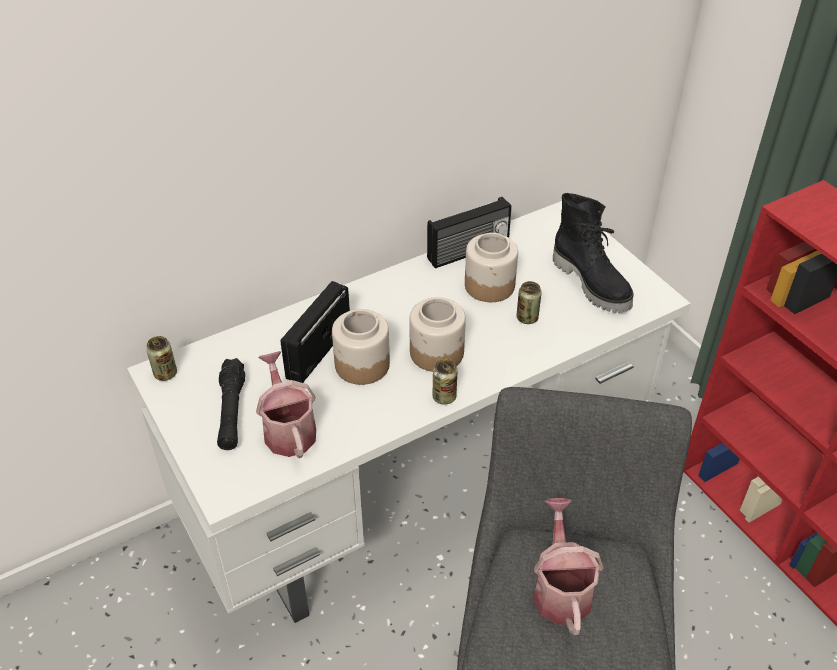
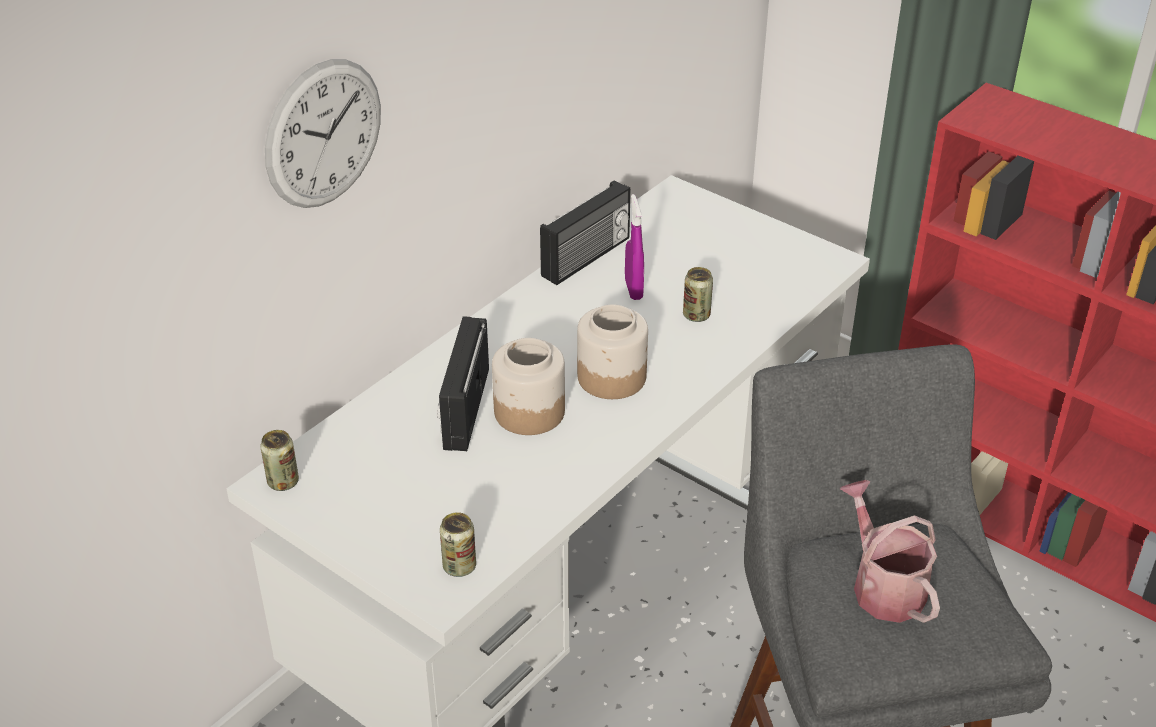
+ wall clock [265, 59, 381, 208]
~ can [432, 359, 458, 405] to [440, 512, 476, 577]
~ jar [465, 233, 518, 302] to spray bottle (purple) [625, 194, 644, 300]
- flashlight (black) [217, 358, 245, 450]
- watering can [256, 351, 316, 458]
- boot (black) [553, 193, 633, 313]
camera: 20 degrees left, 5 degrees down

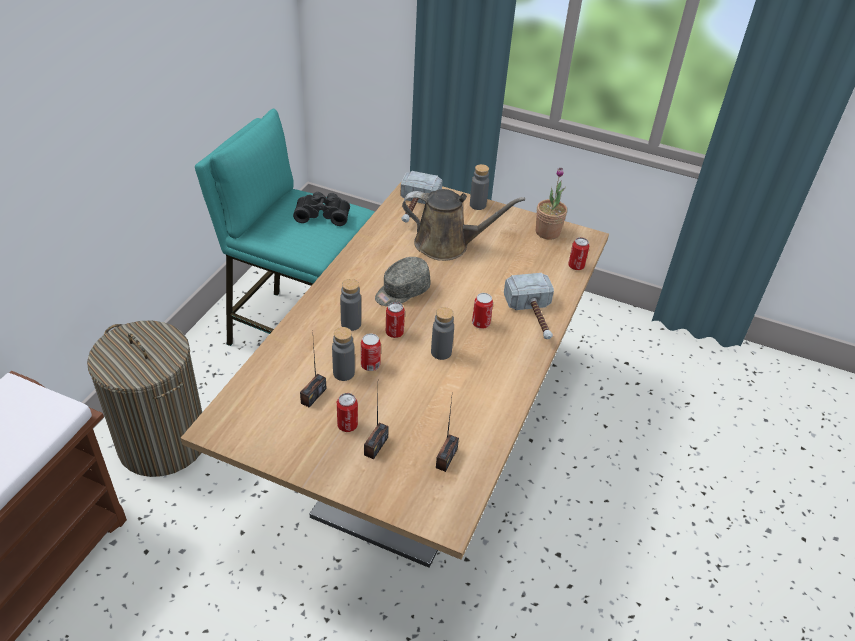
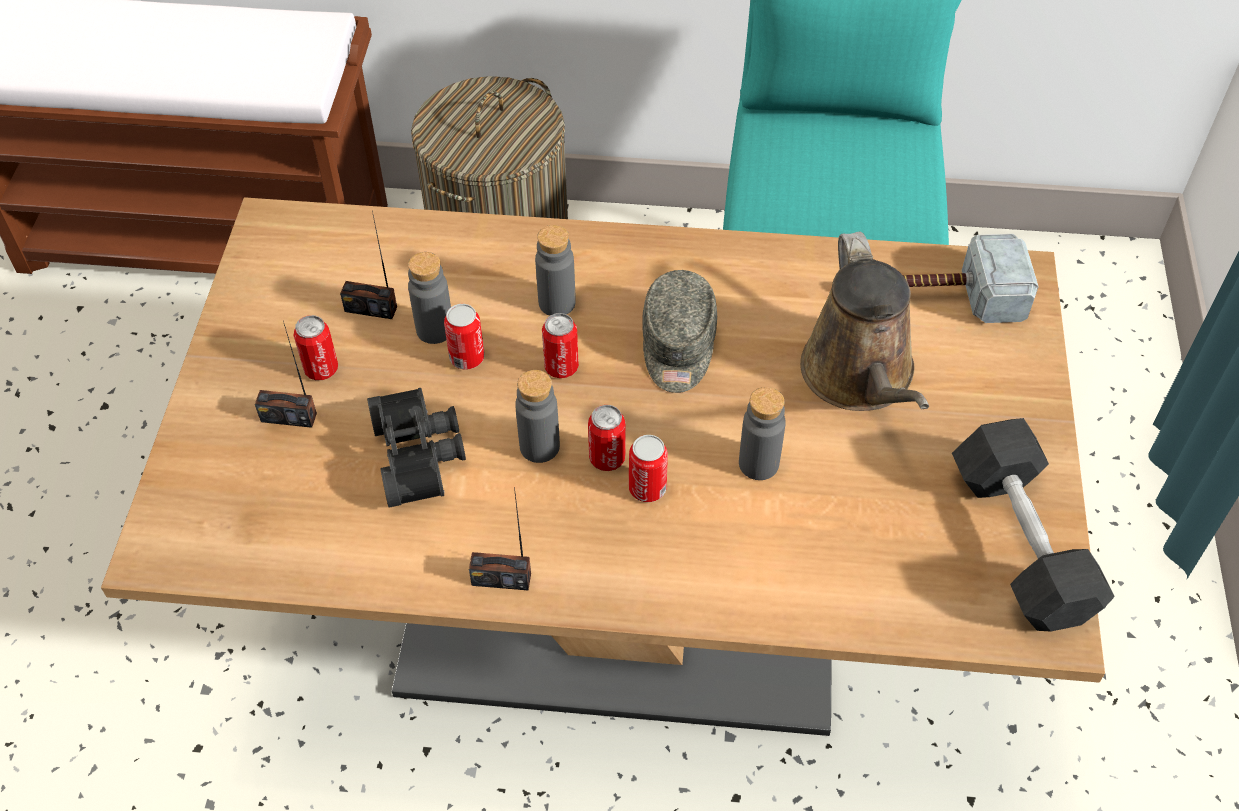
~ binoculars (black) [293, 192, 350, 226] to [367, 388, 466, 508]
~ radio [436, 398, 459, 472] to [469, 487, 531, 591]
~ can [568, 237, 589, 270] to [588, 405, 625, 471]
~ cap (grey) [375, 257, 430, 306] = [642, 270, 717, 393] 120 degrees counterclockwise
~ bottle (grey) [470, 164, 489, 210] to [739, 387, 786, 480]
~ potted plant [536, 168, 567, 240] to dumbbell (grey) [952, 418, 1115, 632]
- hammer [504, 273, 554, 339]
camera: 75 degrees right, 10 degrees up

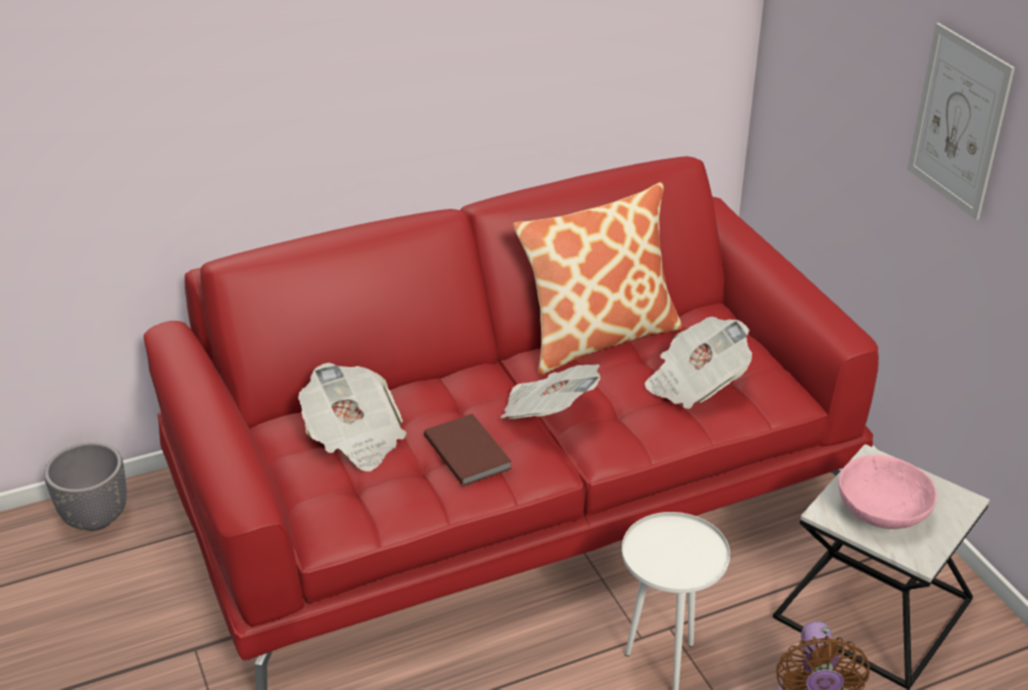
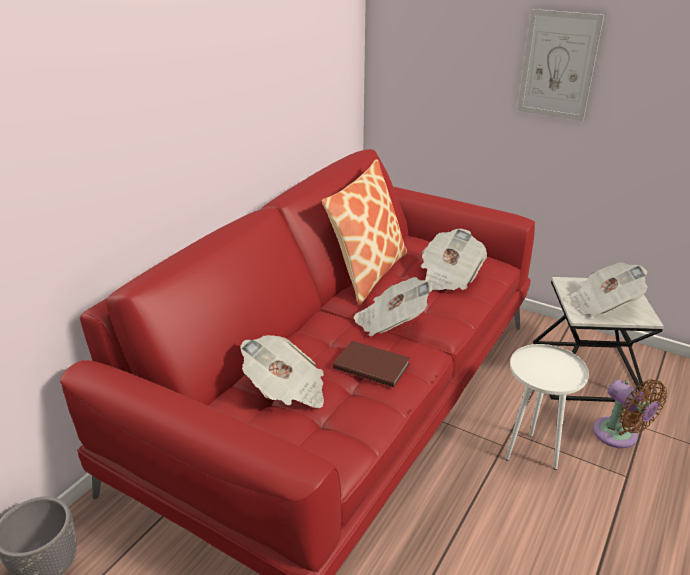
~ bowl (pink) [839, 455, 937, 529] to newspaper [566, 262, 648, 317]
camera: 35 degrees left, 5 degrees down

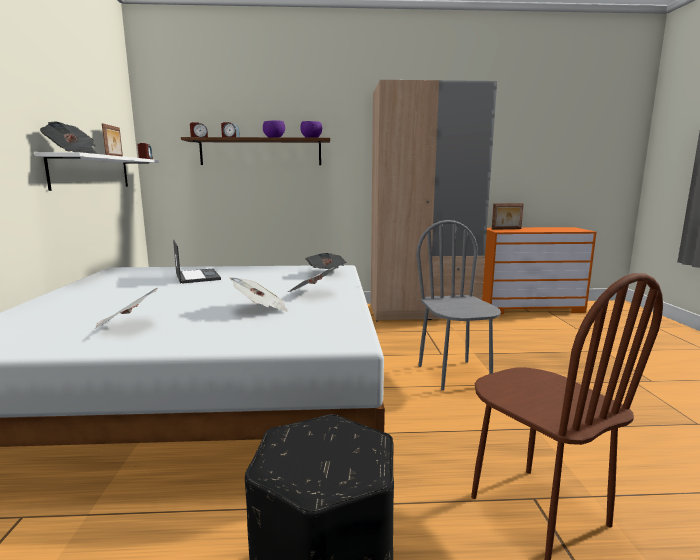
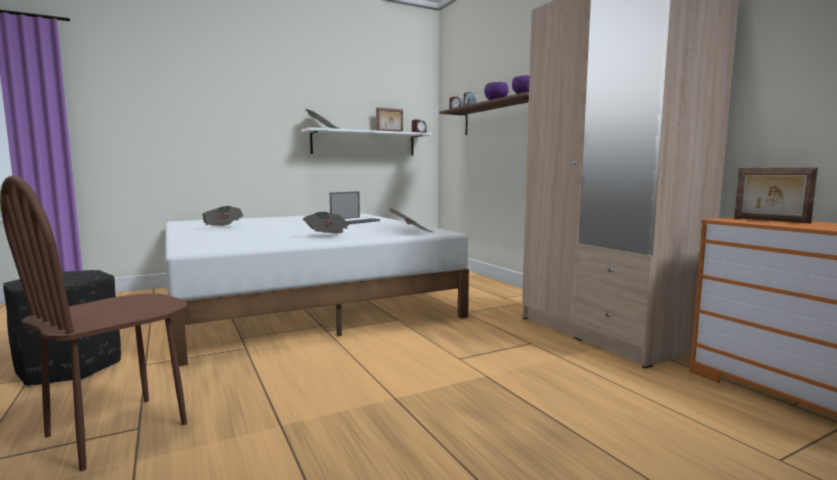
- newspaper [229, 277, 288, 311]
- chair (grey) [416, 220, 501, 391]
camera: 65 degrees right, 5 degrees down

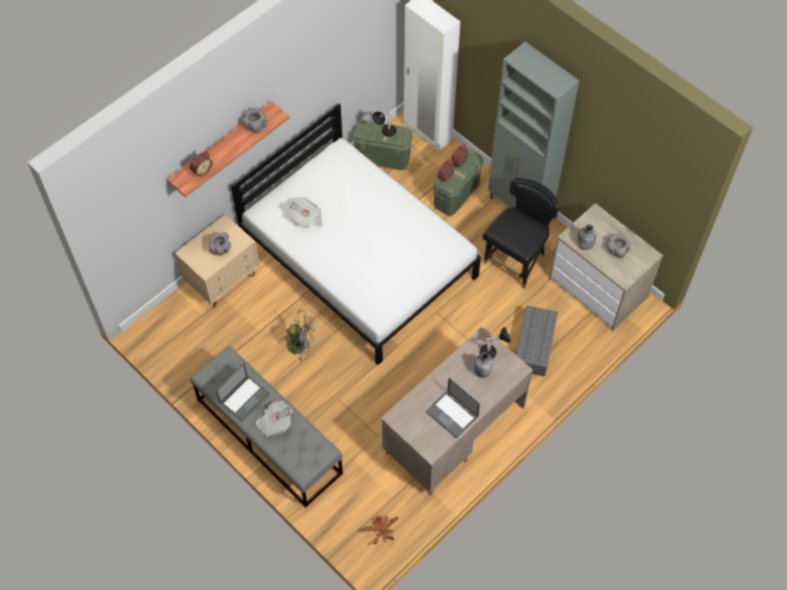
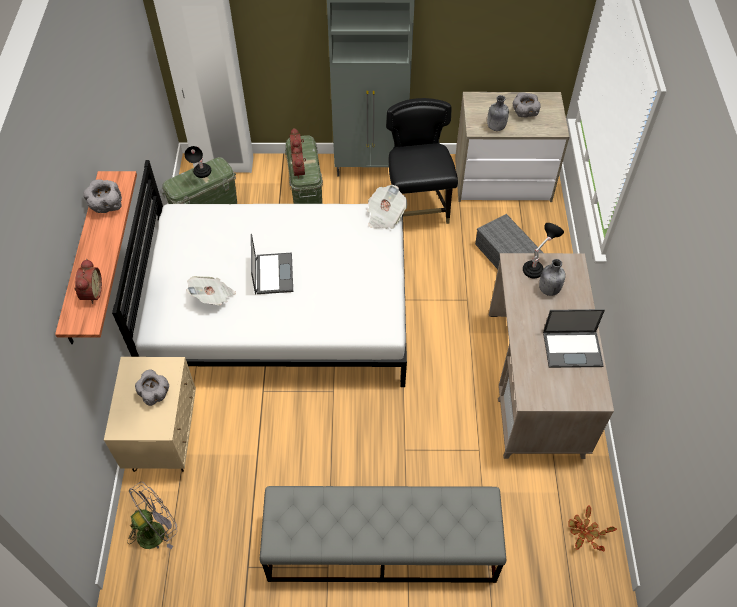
~ fan (grey) [282, 310, 315, 361] to [127, 482, 177, 549]
~ laptop [216, 363, 270, 421] to [251, 234, 293, 295]
~ newspaper [256, 401, 293, 438] to [367, 185, 407, 229]
camera: 45 degrees left, 5 degrees down

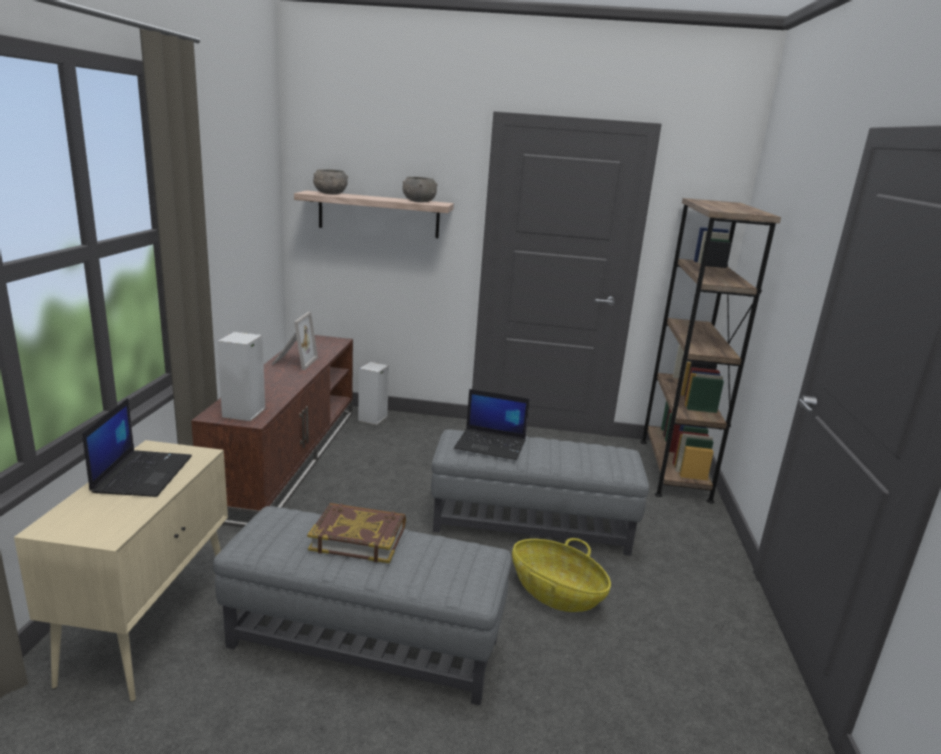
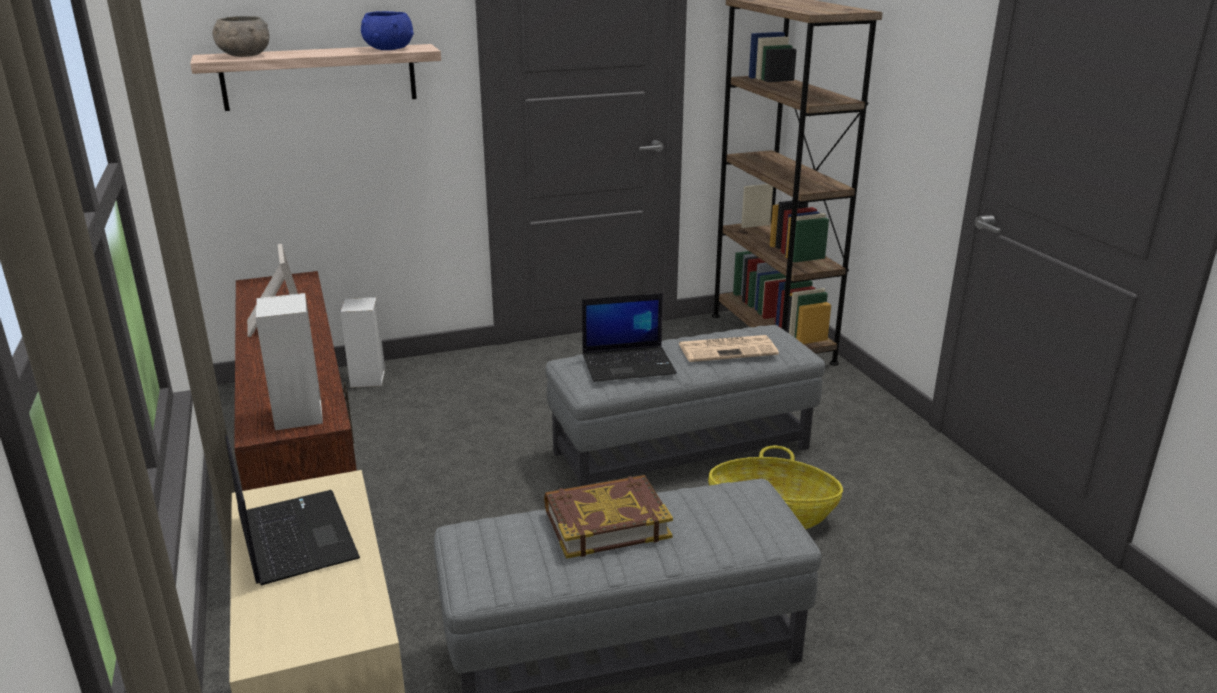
~ bowl (grey) [402, 177, 437, 202] to bowl (blue) [361, 11, 414, 50]
+ newspaper [678, 335, 779, 362]
camera: 25 degrees left, 5 degrees up

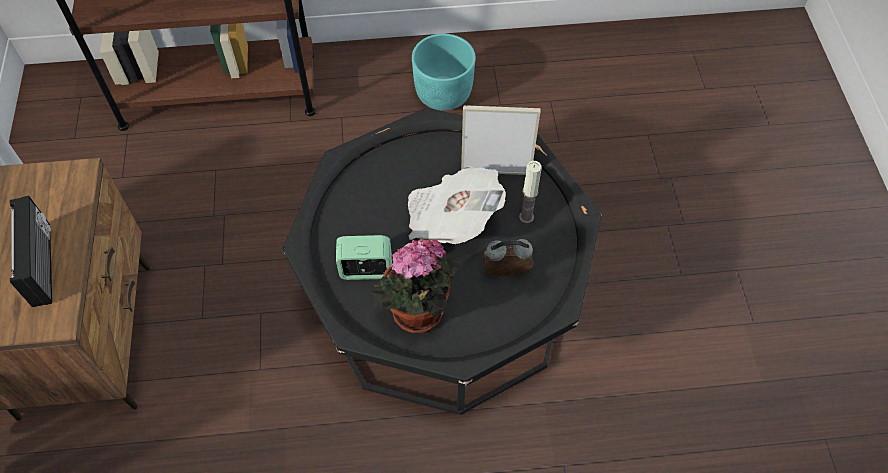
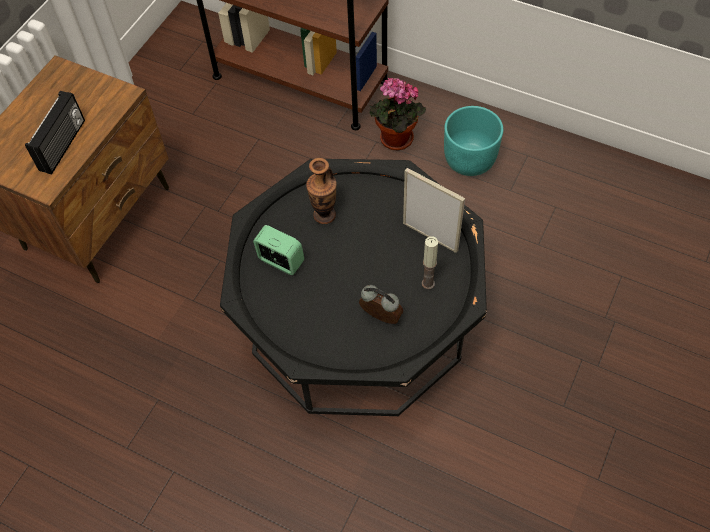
+ vase [306, 158, 337, 224]
~ potted plant [371, 237, 459, 333] to [369, 78, 426, 150]
- newspaper [408, 166, 506, 244]
camera: 35 degrees right, 0 degrees up

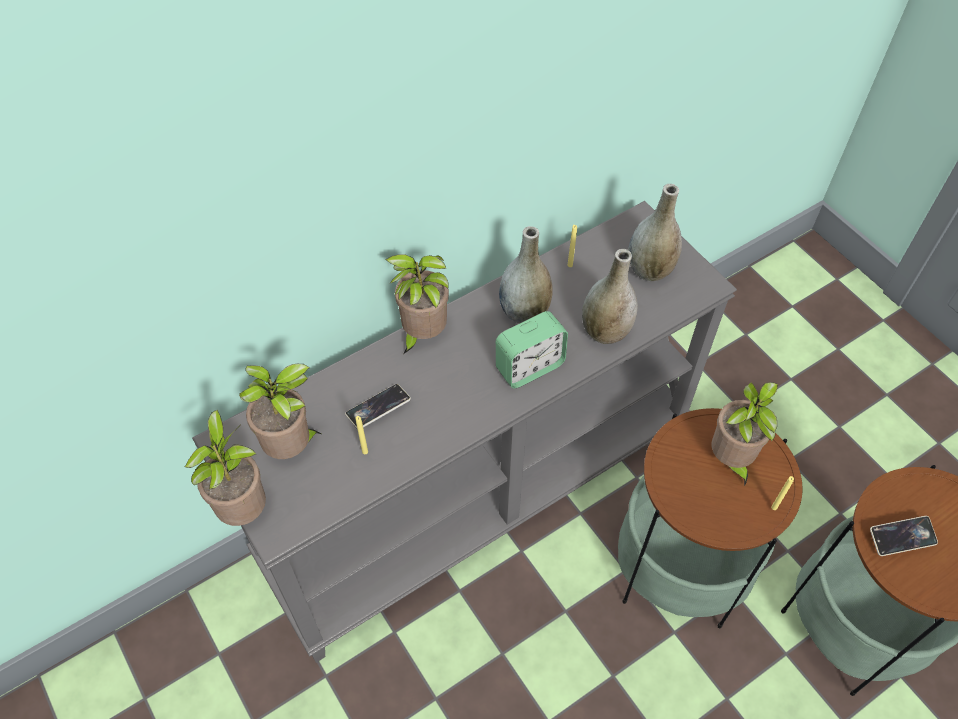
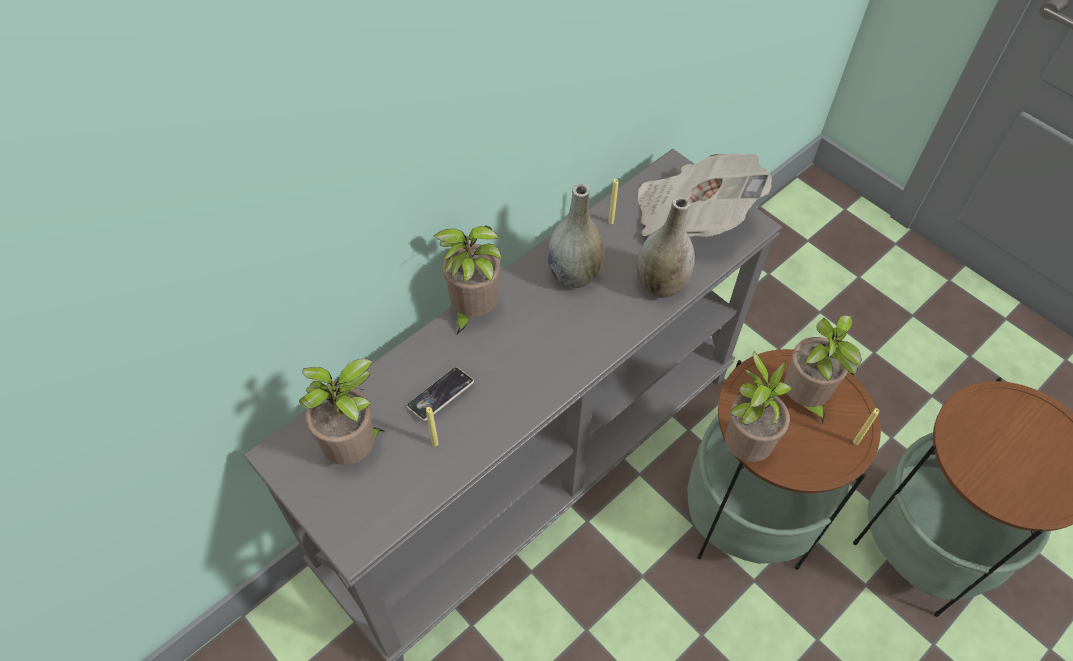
~ vase (grey) [628, 184, 682, 281] to newspaper [638, 153, 772, 237]
~ potted plant [184, 410, 266, 526] to [725, 351, 793, 462]
- alarm clock [496, 311, 568, 388]
- phone [870, 516, 938, 556]
camera: 10 degrees left, 0 degrees up

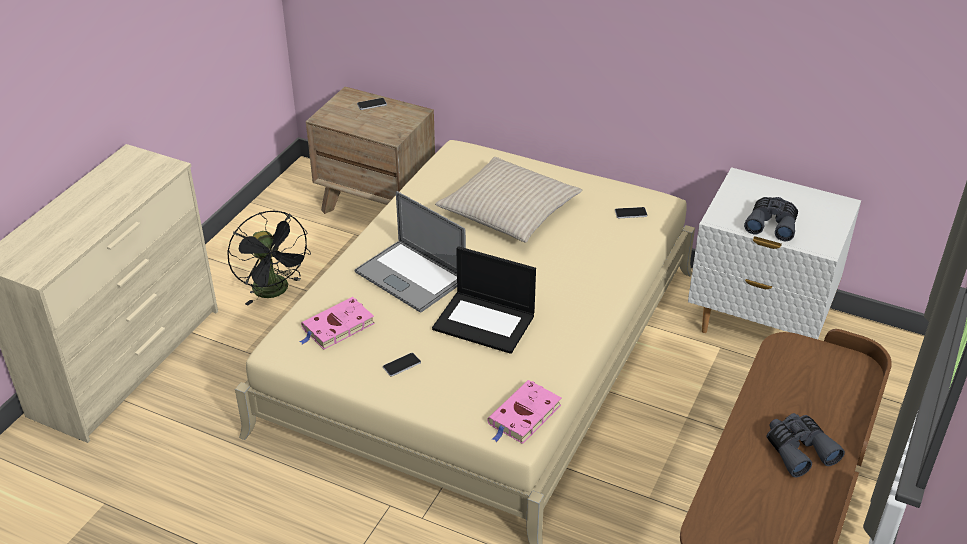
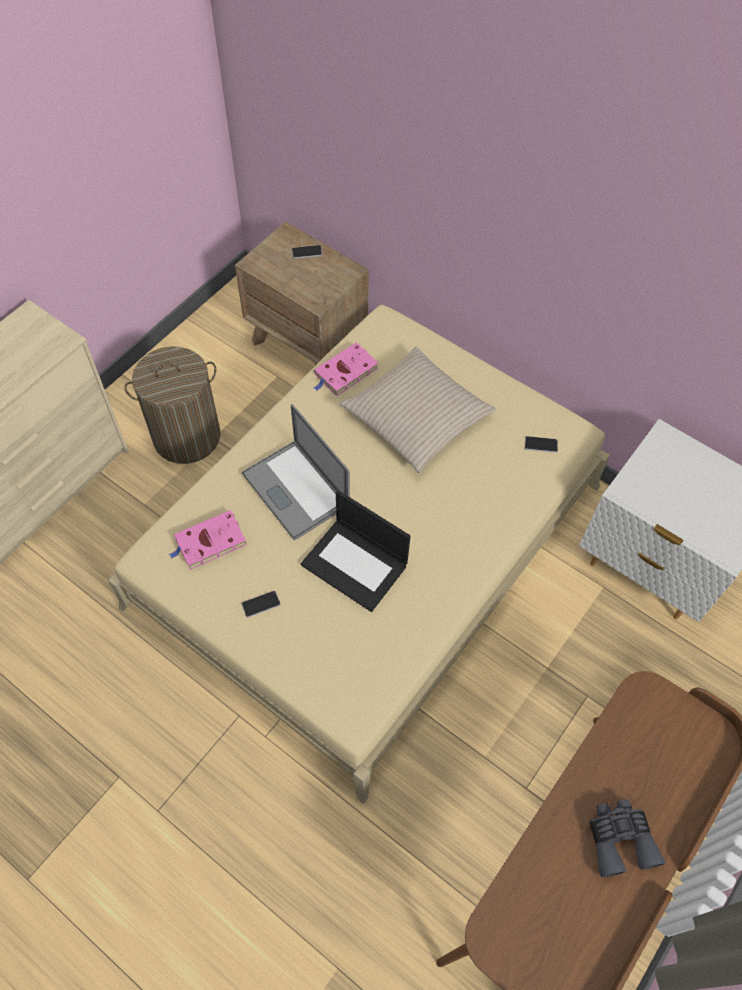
~ fan (black) [227, 211, 311, 306] to laundry basket [124, 346, 221, 464]
~ book (pink) [487, 380, 561, 444] to [314, 342, 378, 396]
- binoculars (grey) [744, 197, 798, 241]
camera: 10 degrees right, 20 degrees up

